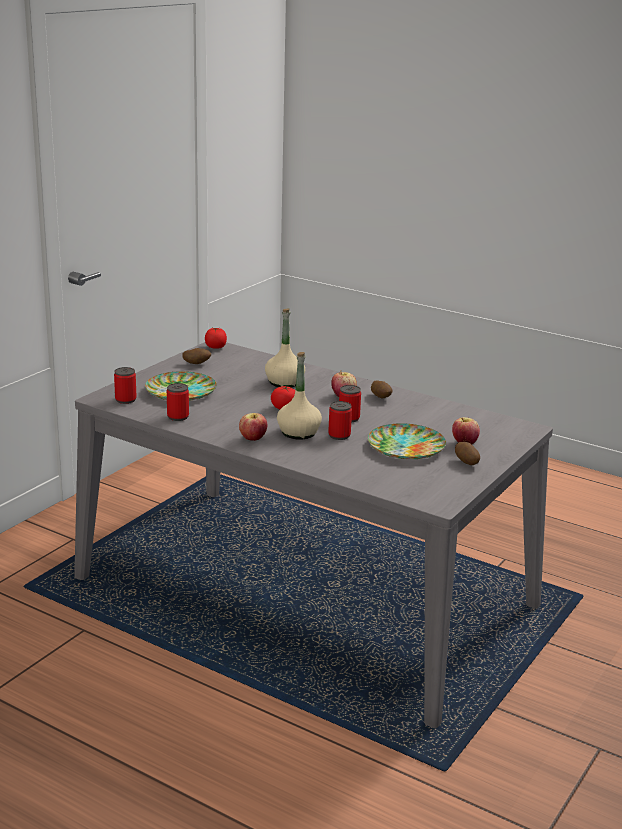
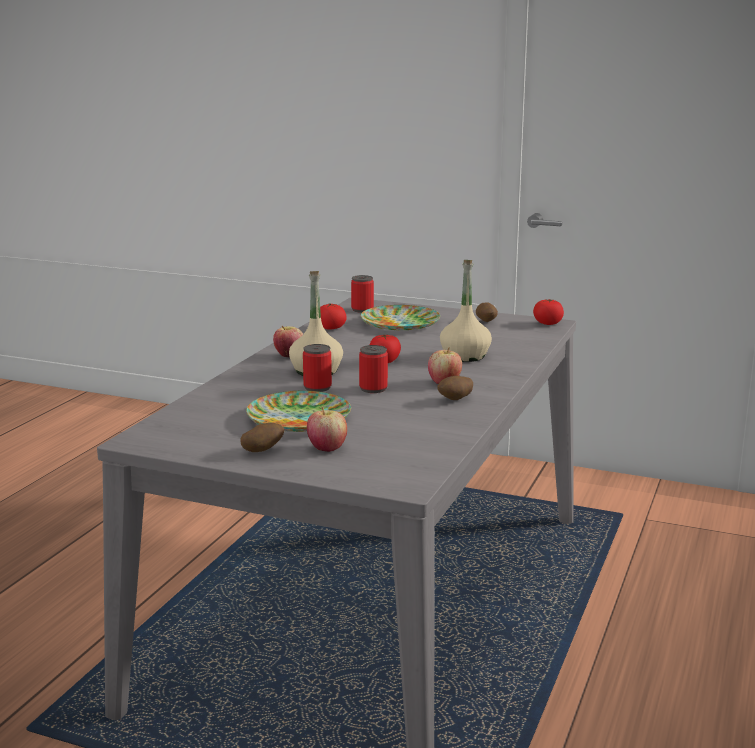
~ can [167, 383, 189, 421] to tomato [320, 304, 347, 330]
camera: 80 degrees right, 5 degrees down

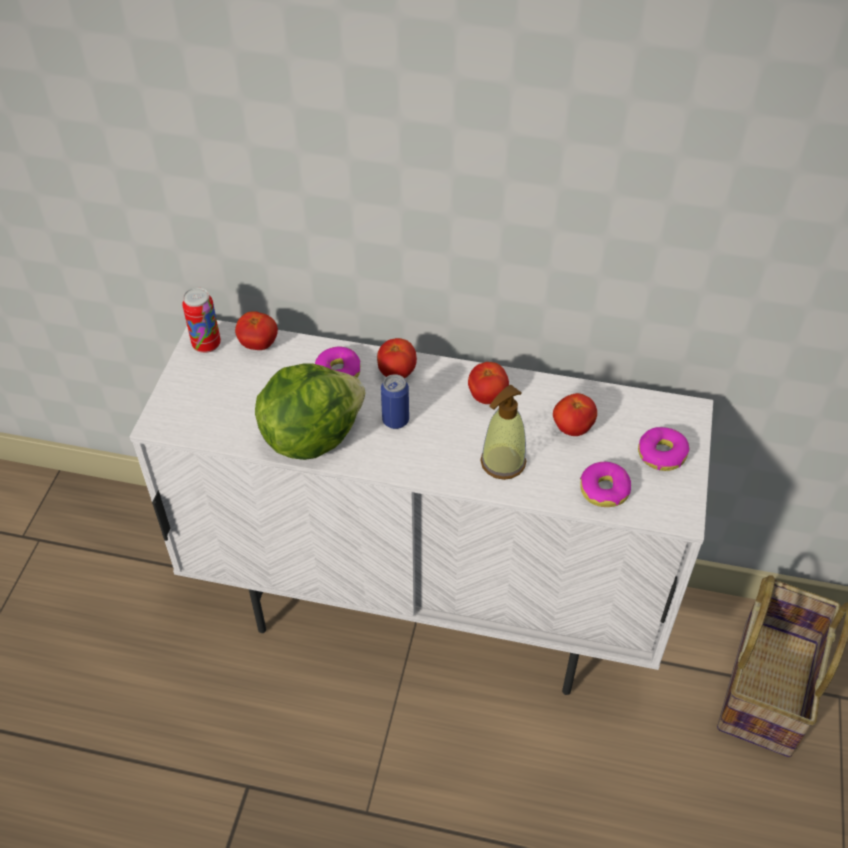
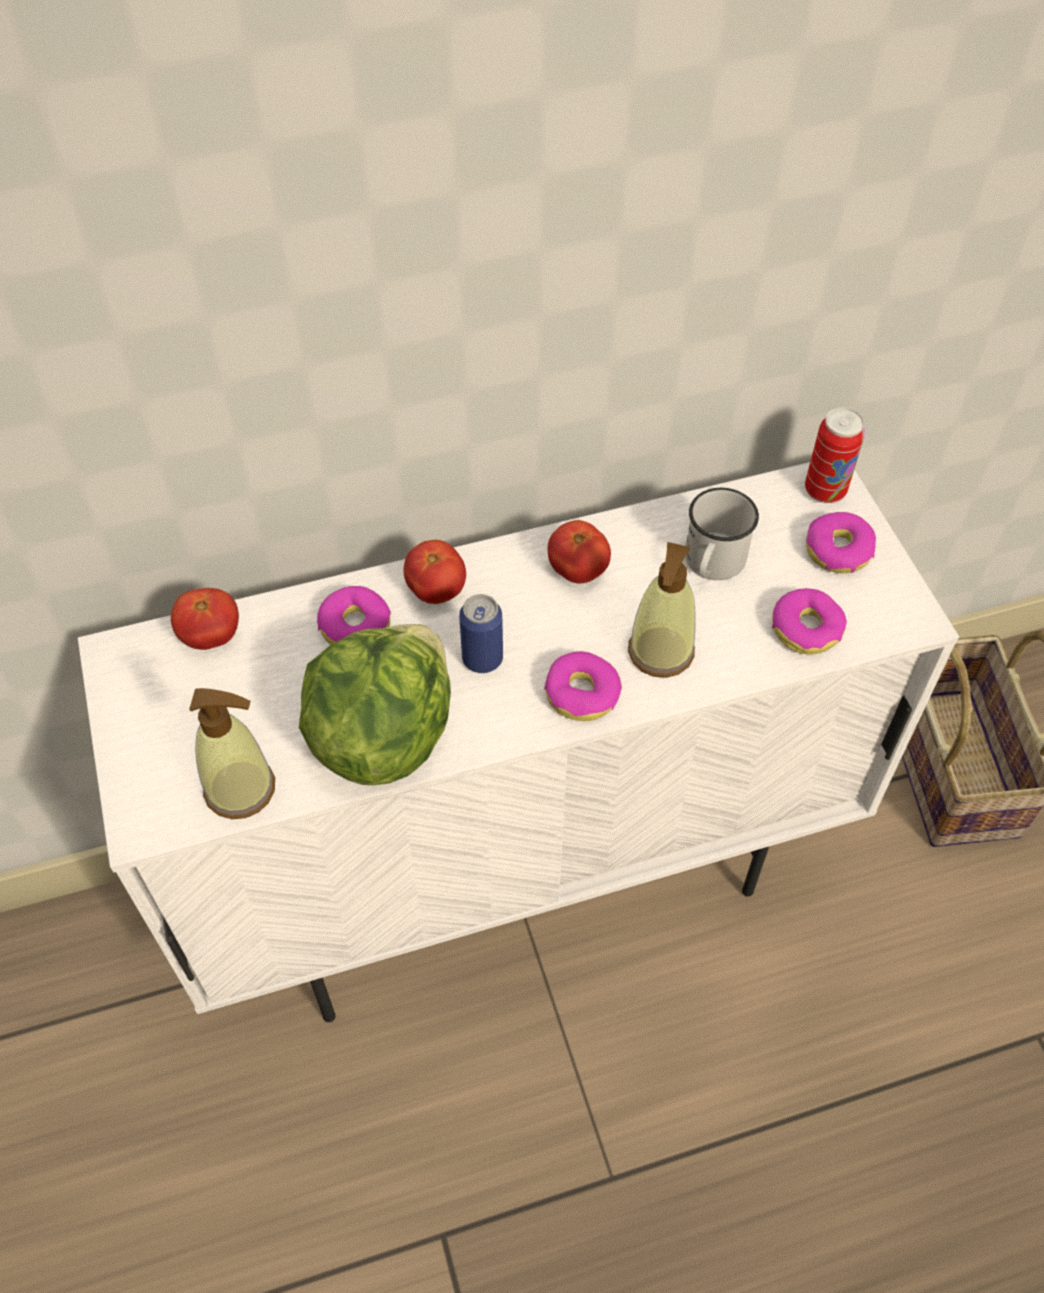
+ soap dispenser [189, 688, 275, 819]
+ donut [544, 651, 622, 721]
~ tomato [553, 393, 597, 436] to mug (white) [685, 488, 759, 580]
~ can [182, 288, 221, 353] to [805, 408, 865, 503]
camera: 30 degrees left, 5 degrees up

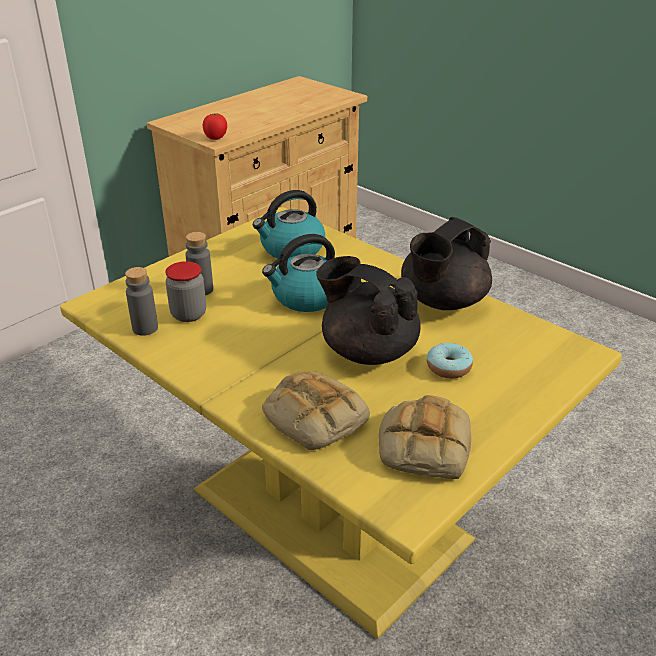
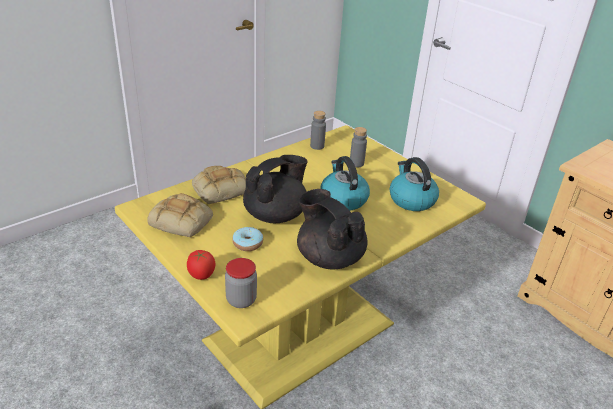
~ tomato [203, 113, 227, 140] to [187, 250, 215, 280]
~ jar [166, 261, 206, 322] to [225, 258, 257, 308]
camera: 95 degrees right, 0 degrees up

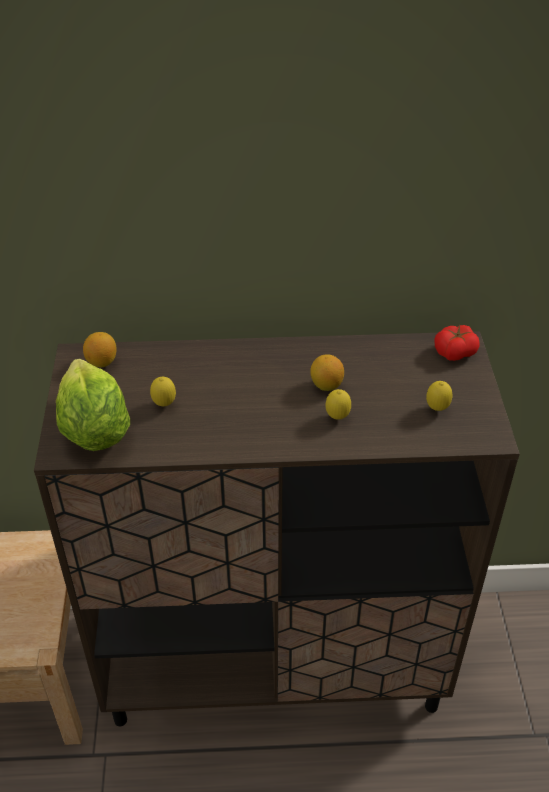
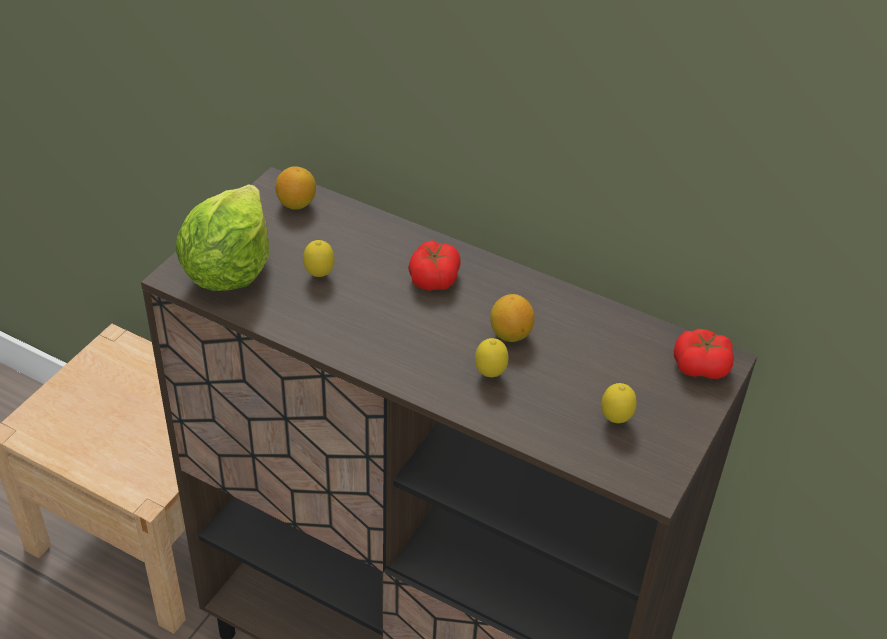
+ tomato [408, 240, 461, 291]
camera: 30 degrees right, 0 degrees up

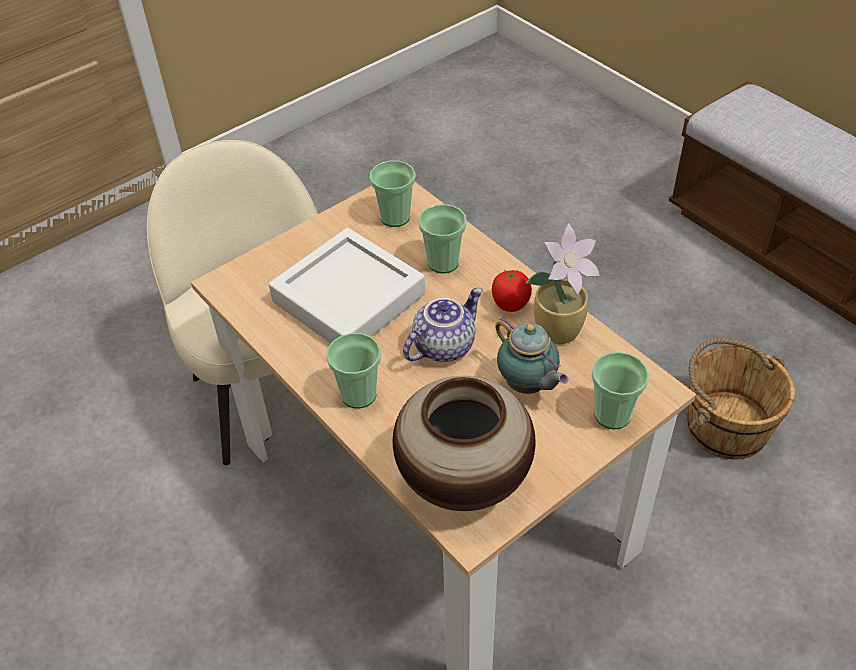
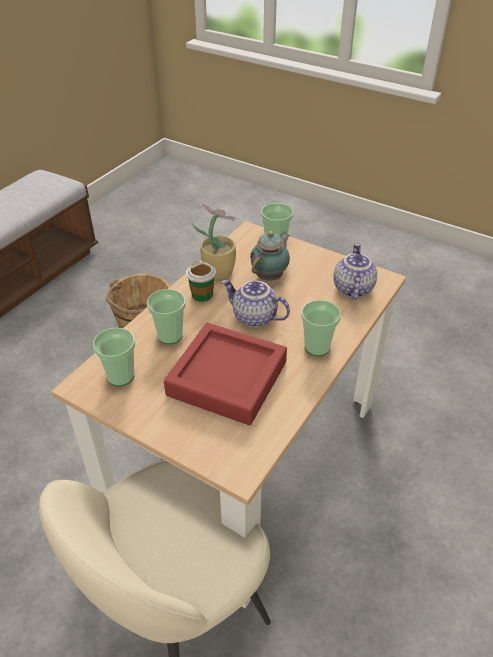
~ tray (white) [269, 228, 425, 343] to tray (red) [164, 323, 287, 425]
~ tomato [492, 270, 532, 312] to cup [186, 262, 216, 302]
~ vase [393, 376, 536, 511] to teapot [334, 243, 377, 300]
camera: 110 degrees left, 5 degrees down

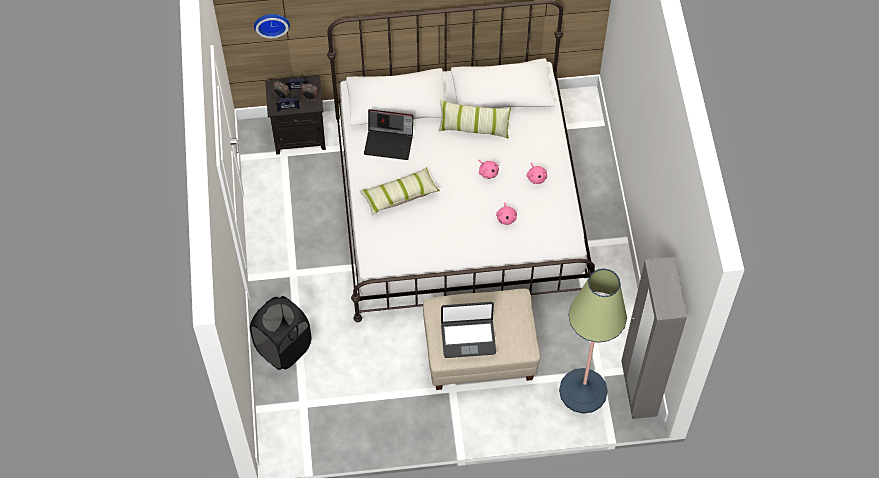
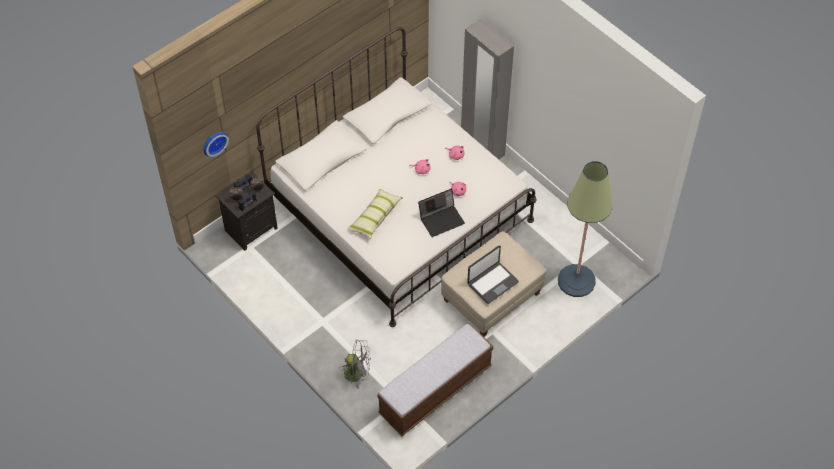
~ laundry basket (black) [250, 296, 312, 370] to fan (grey) [339, 340, 371, 389]
+ bench [377, 323, 493, 436]
~ laptop [364, 109, 413, 160] to [418, 189, 465, 237]
~ wardrobe (grey) [621, 257, 687, 419] to [461, 19, 514, 159]
- pillow [438, 100, 511, 139]
camera: 35 degrees left, 5 degrees down

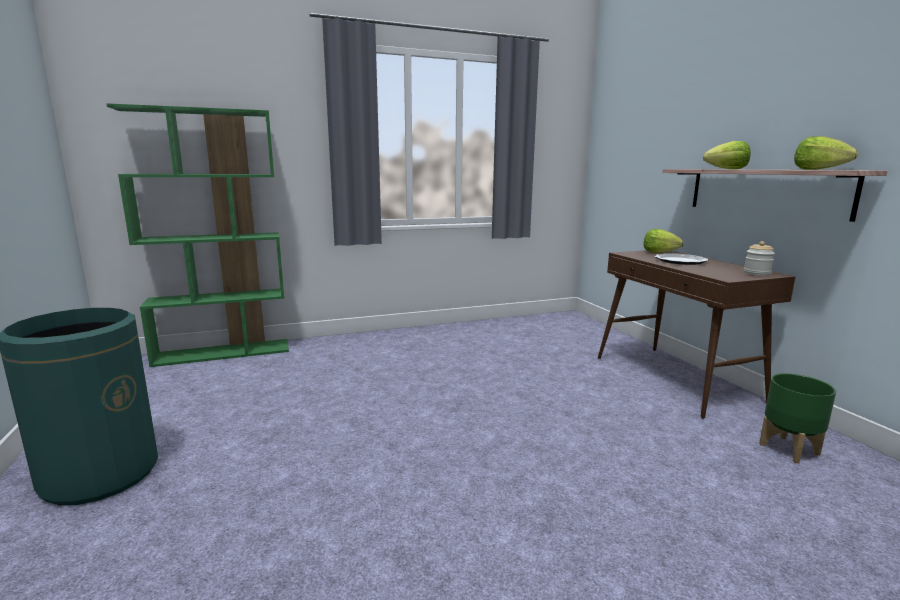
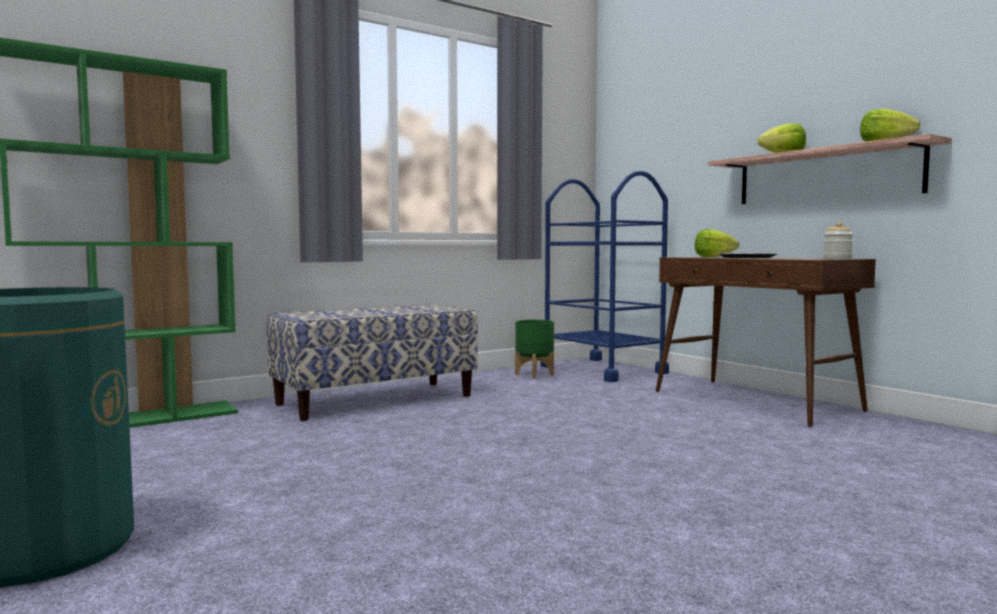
+ bench [267, 304, 478, 421]
~ planter (green) [759, 373, 836, 464] to [515, 320, 554, 378]
+ cart (blue) [541, 171, 669, 382]
camera: 15 degrees left, 10 degrees down

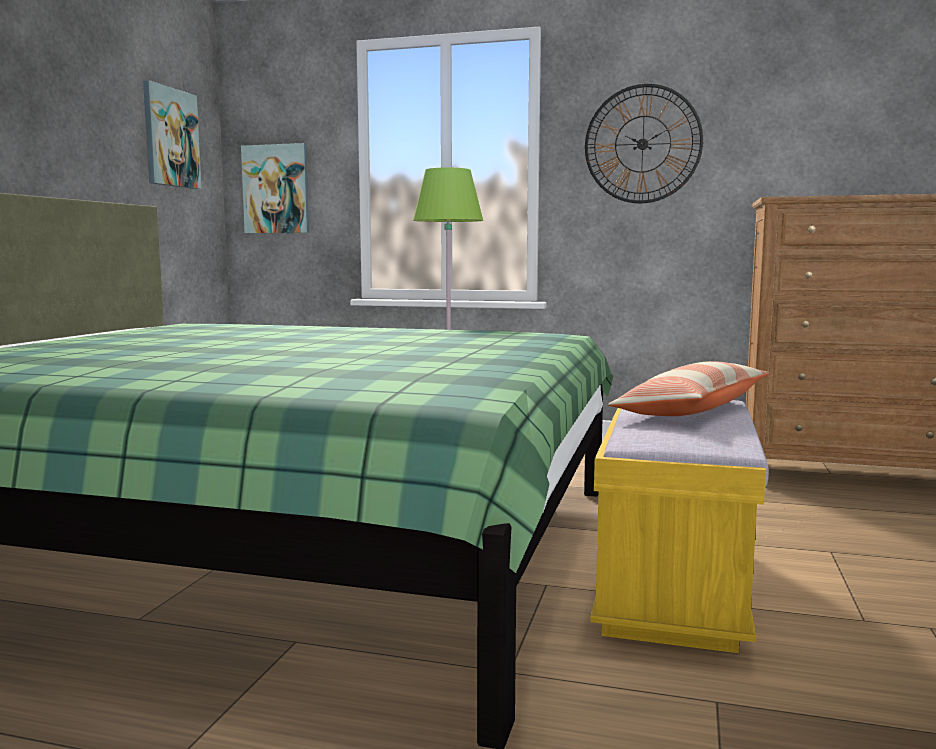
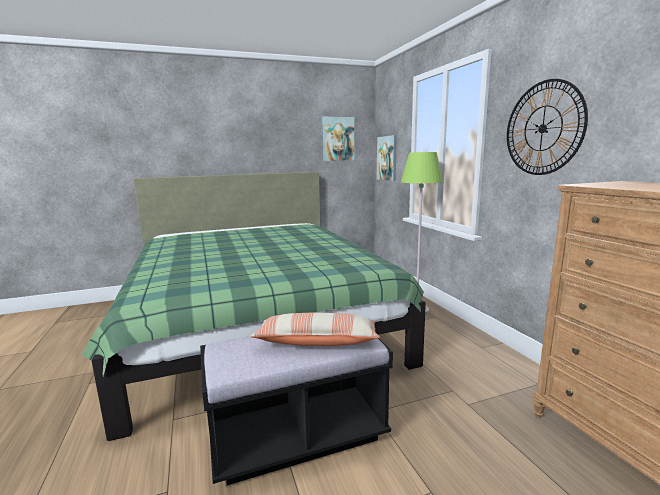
~ bench (yellow) [590, 400, 769, 653] to bench (black) [200, 337, 393, 485]
camera: 55 degrees right, 5 degrees up

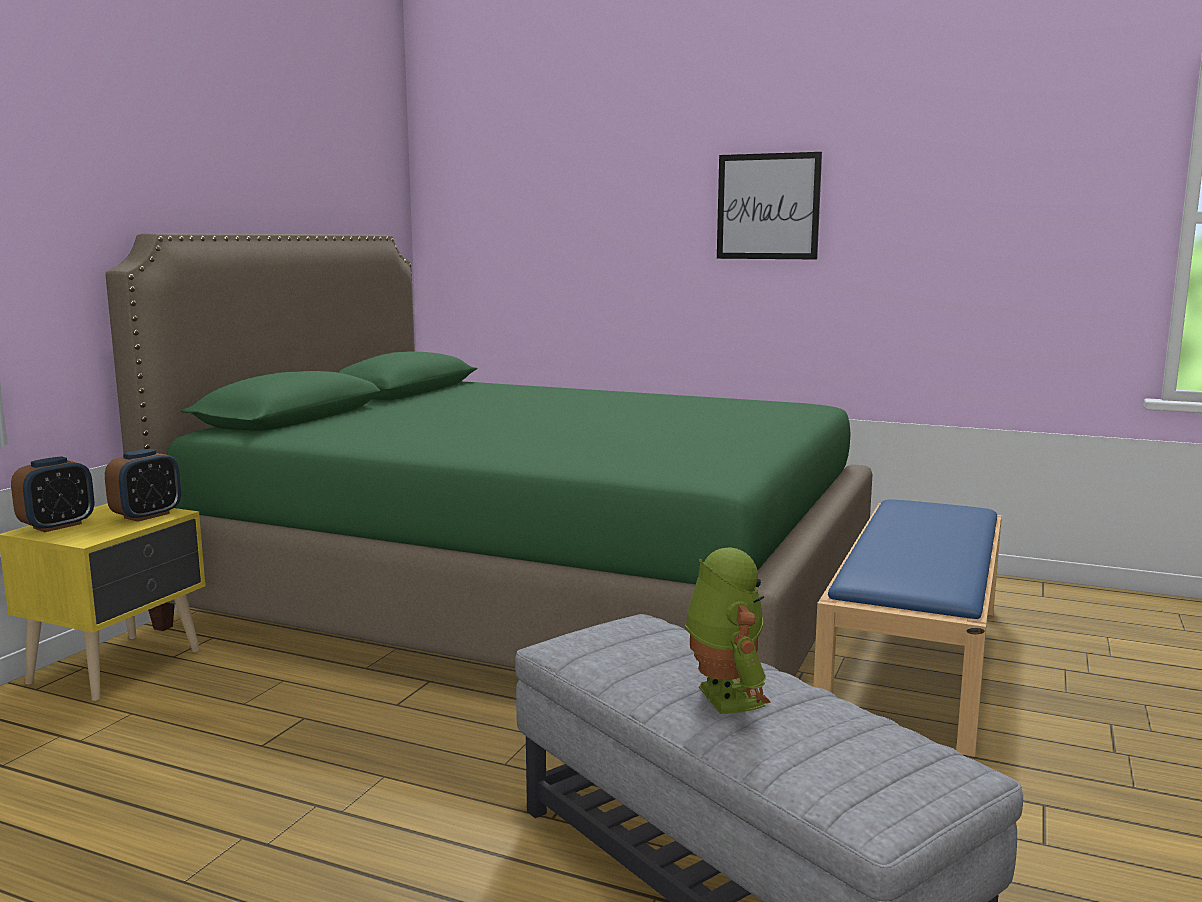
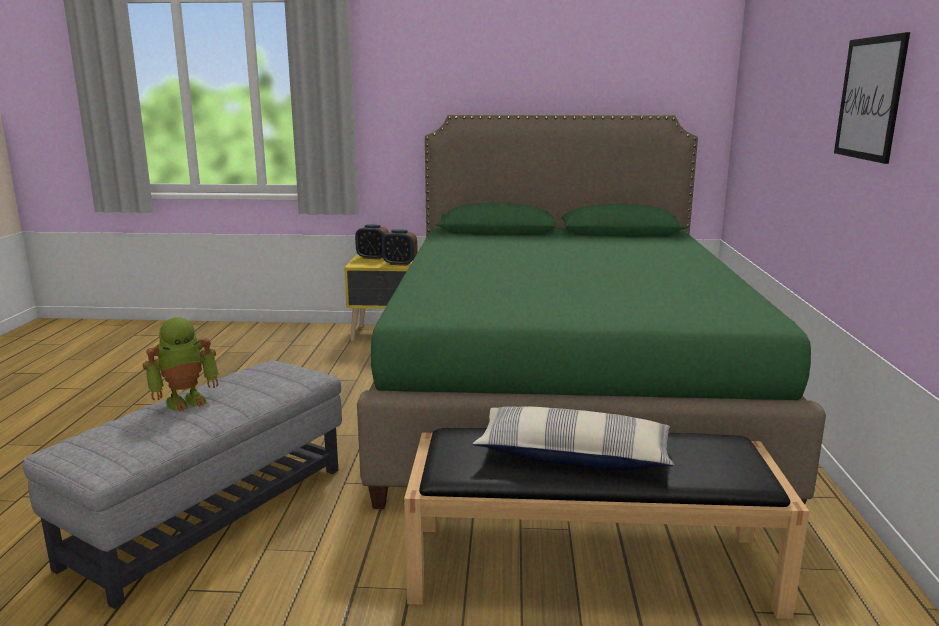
~ bench (blue) [813, 499, 1002, 757] to bench (black) [404, 428, 809, 619]
+ pillow [473, 406, 674, 469]
camera: 70 degrees right, 5 degrees up

